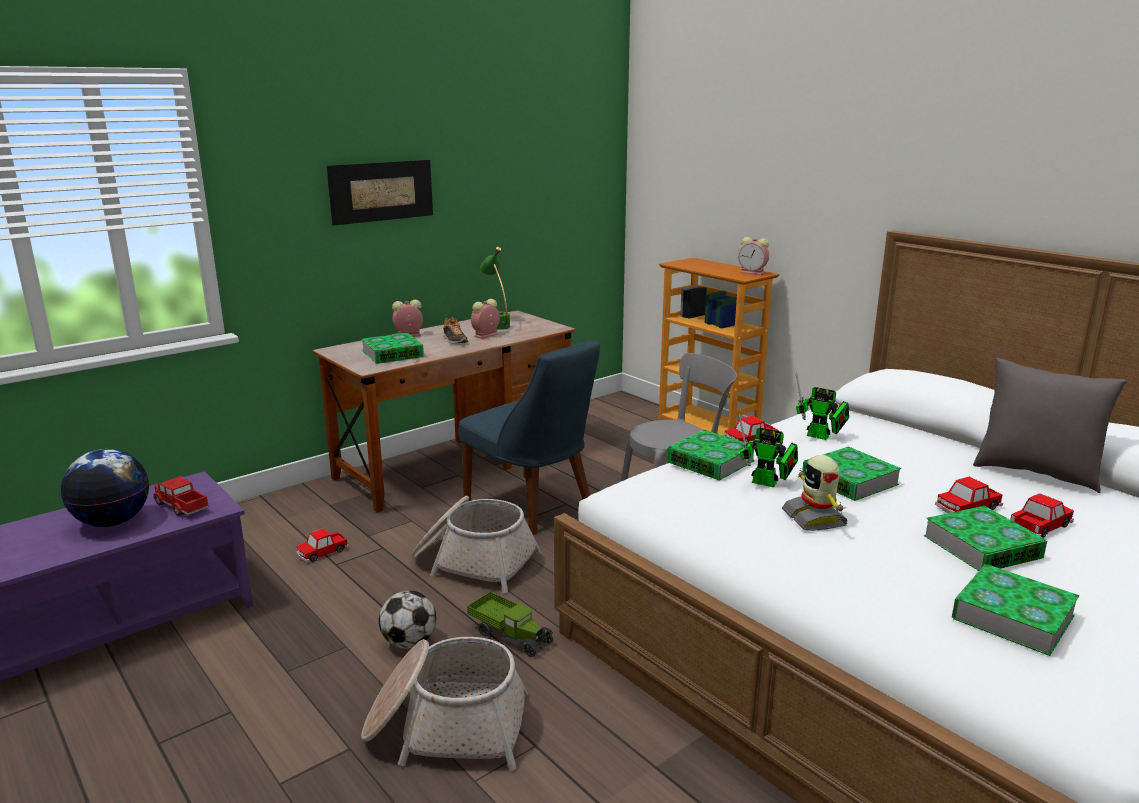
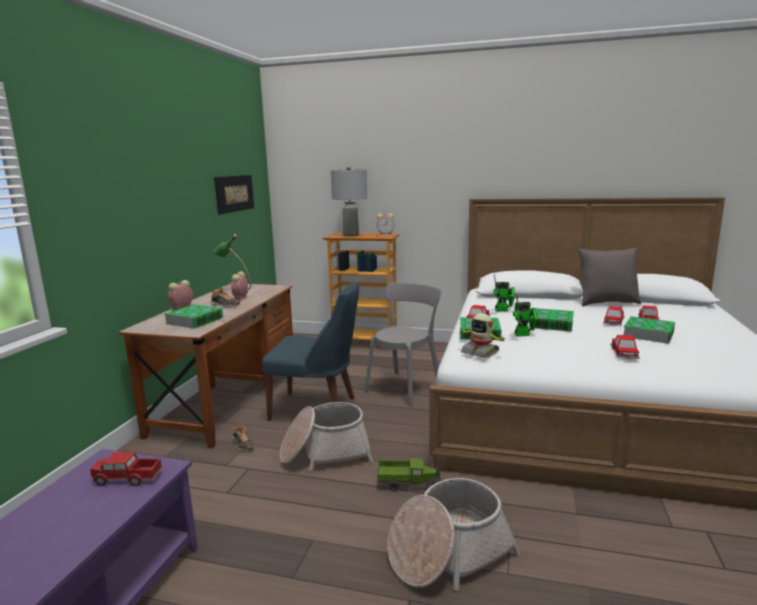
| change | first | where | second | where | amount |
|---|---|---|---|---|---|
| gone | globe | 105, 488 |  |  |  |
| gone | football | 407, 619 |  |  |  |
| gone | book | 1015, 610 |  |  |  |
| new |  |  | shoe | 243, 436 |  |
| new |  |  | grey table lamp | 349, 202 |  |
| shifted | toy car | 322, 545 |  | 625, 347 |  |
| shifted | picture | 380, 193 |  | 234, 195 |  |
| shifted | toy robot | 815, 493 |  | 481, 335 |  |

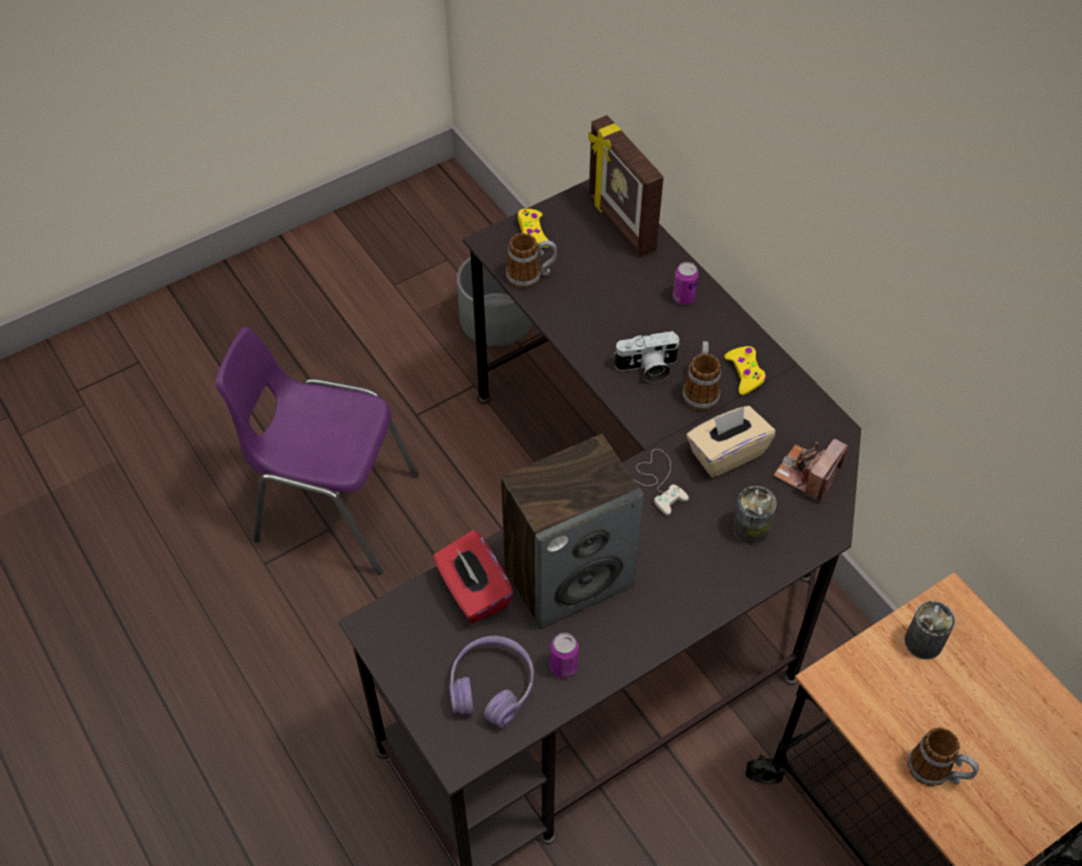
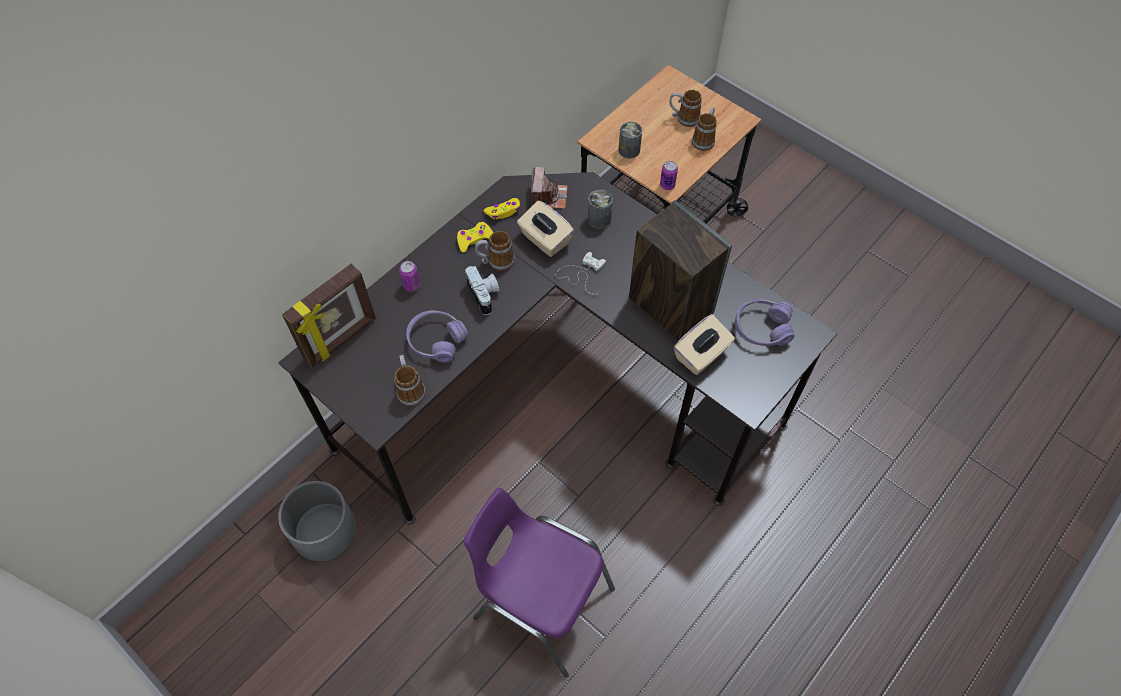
| change | first | where | second | where | amount |
|---|---|---|---|---|---|
| new |  |  | purple headphones | 437, 336 |  |
| new |  |  | mug | 685, 108 |  |
| shifted | yellow game controller | 533, 228 |  | 501, 209 |  |
| shifted | can | 564, 655 |  | 669, 175 |  |
| repainted | red tissue box | 473, 576 | beige tissue box | 704, 344 |  |
| rotated | purple chair | 317, 451 |  | 539, 583 | 120 degrees clockwise |
| rotated | photo camera | 810, 470 |  | 549, 188 | 105 degrees counterclockwise |

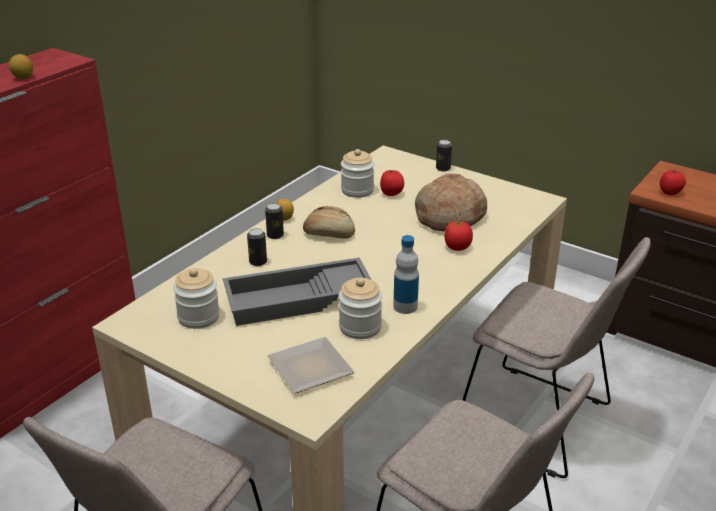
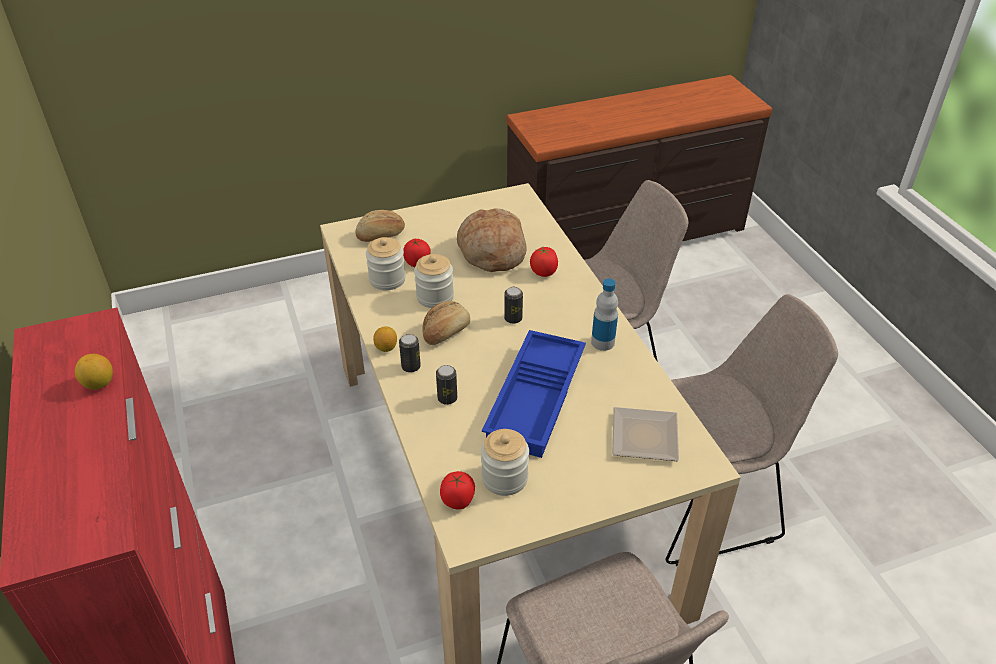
| change | first | where | second | where | amount |
|---|---|---|---|---|---|
| new |  |  | bread | 380, 226 |  |
| shifted | jar | 360, 308 |  | 434, 281 |  |
| shifted | can | 444, 156 |  | 513, 305 |  |
| shifted | tomato | 673, 182 |  | 457, 490 |  |
| repainted | grey tray | 297, 292 | blue tray | 534, 394 |  |

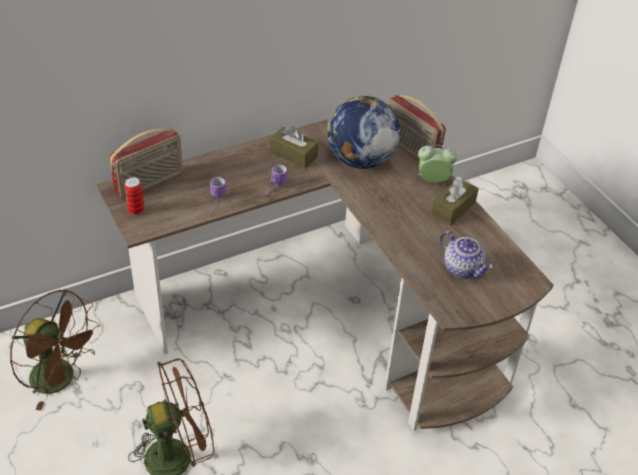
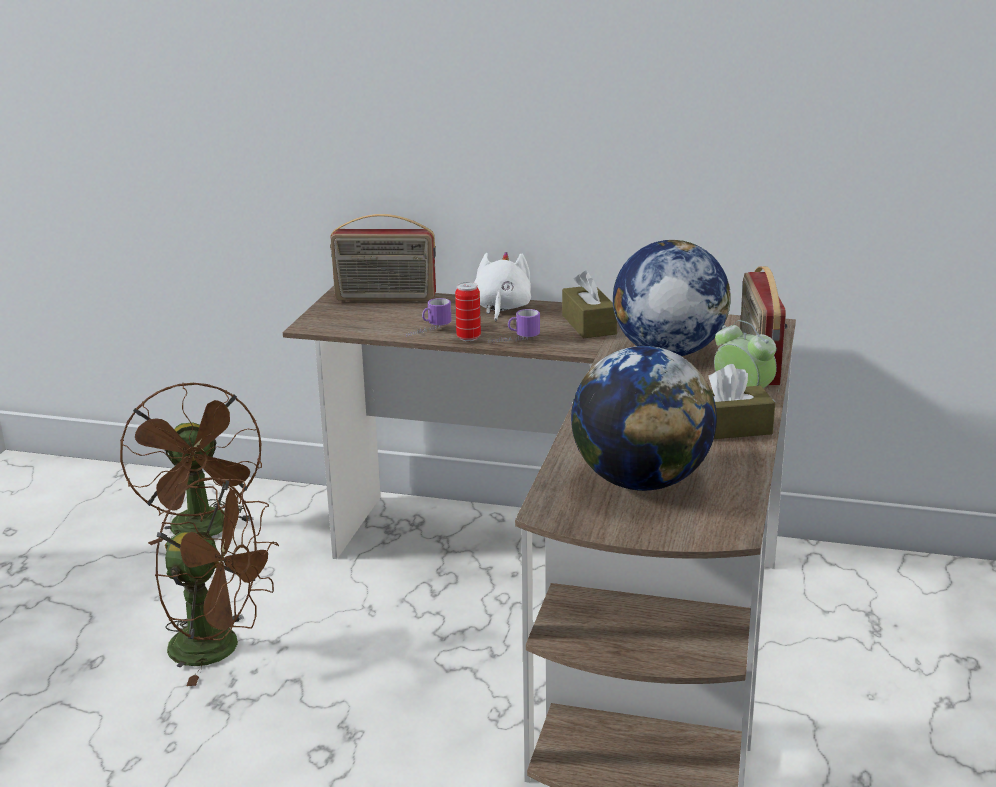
| change | first | where | second | where | amount |
|---|---|---|---|---|---|
| new |  |  | white plush toy | 502, 286 |  |
| shifted | can | 134, 196 |  | 468, 311 |  |
| swapped | teapot | 466, 254 | globe | 644, 418 |  |

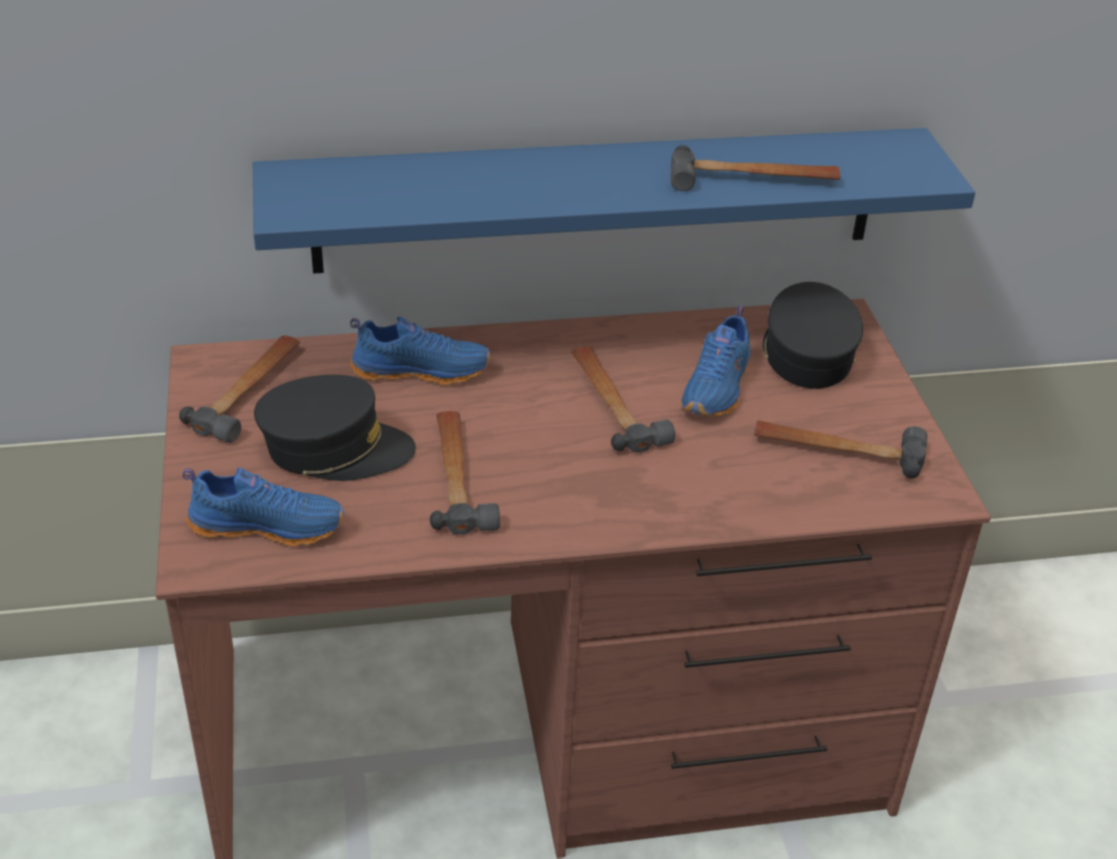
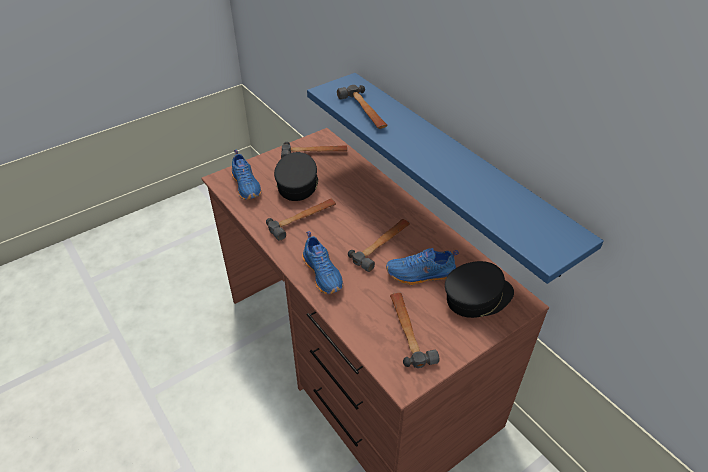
| change | first | where | second | where | amount |
|---|---|---|---|---|---|
| shifted | blue shoe | 420, 351 |  | 322, 262 |  |
| shifted | hammer | 755, 168 |  | 362, 107 |  |
| rotated | black cap | 335, 428 |  | 296, 176 | 150 degrees counterclockwise |

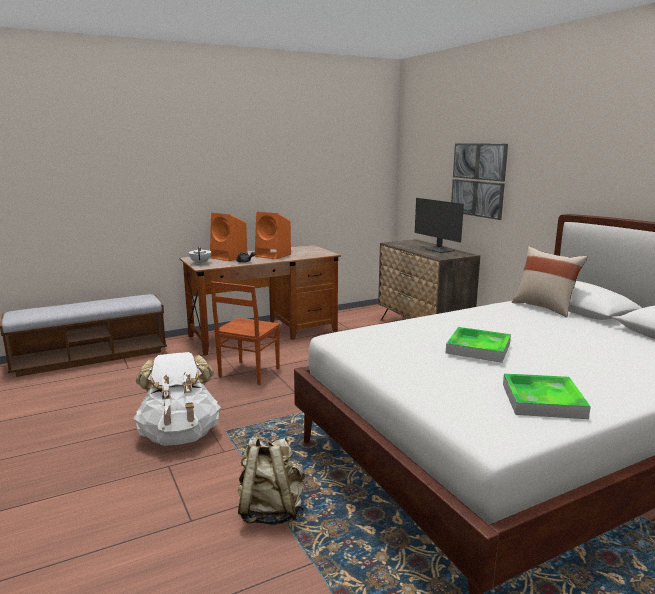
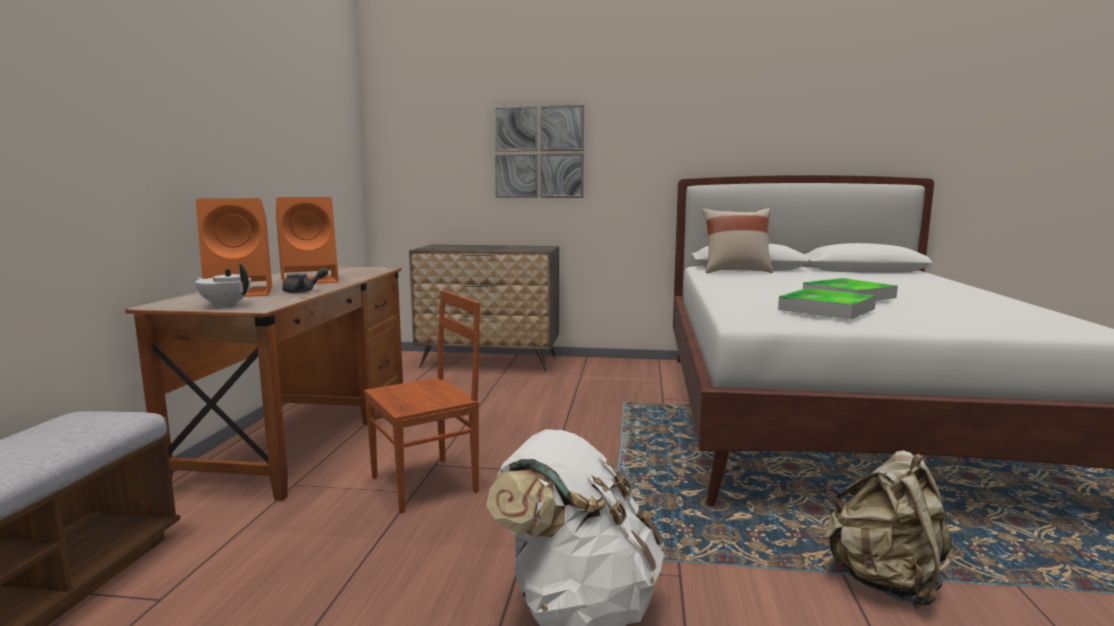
| change | first | where | second | where | amount |
|---|---|---|---|---|---|
| gone | monitor | 439, 225 |  |  |  |
| shifted | tray | 547, 396 |  | 827, 303 |  |
| rotated | brown chair | 245, 333 |  | 422, 402 | 90 degrees counterclockwise |

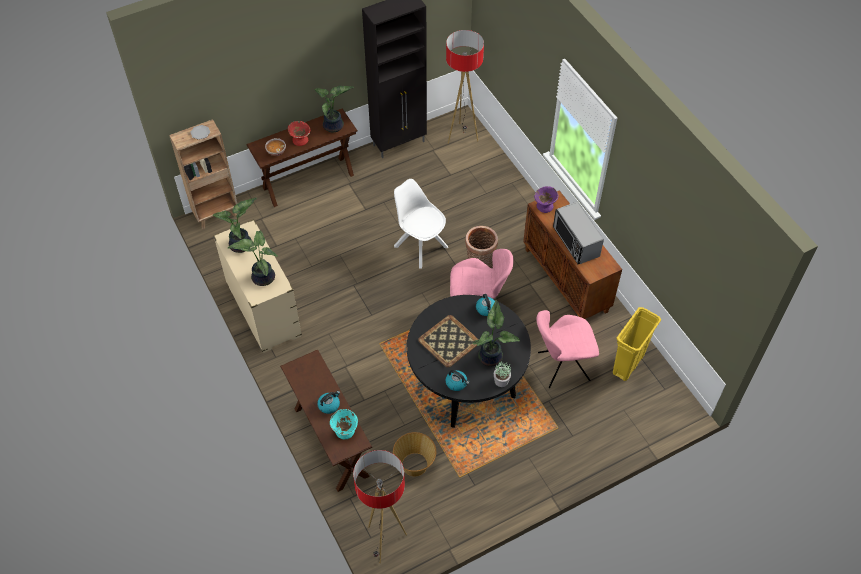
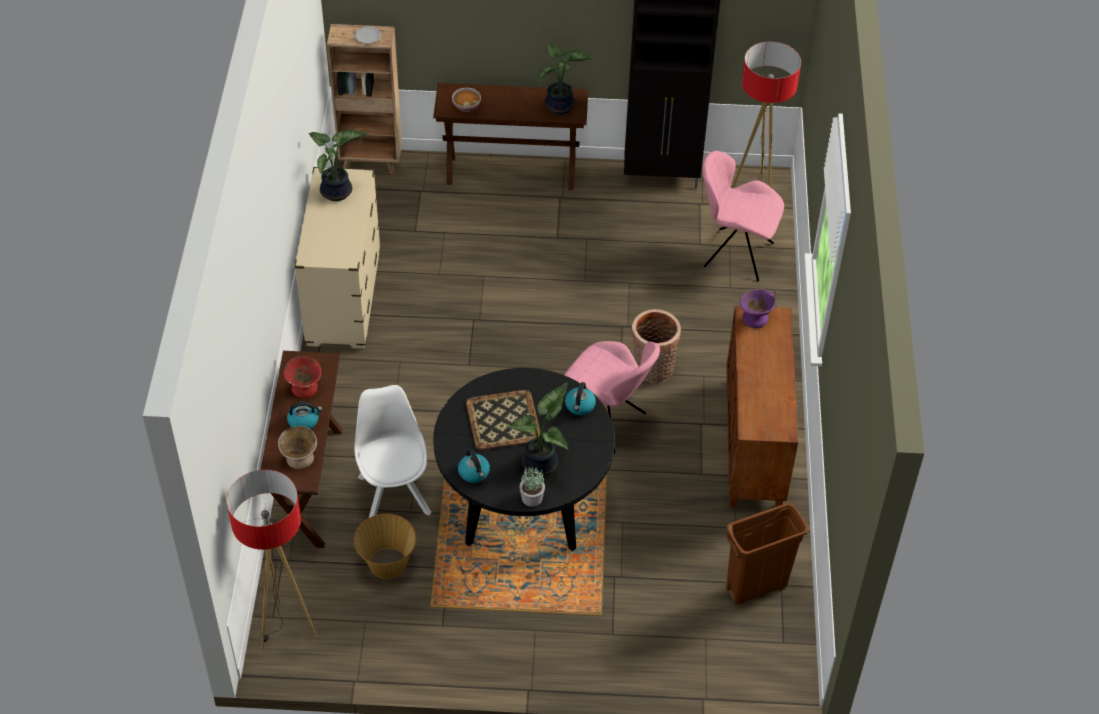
| change | first | where | second | where | amount |
|---|---|---|---|---|---|
| gone | potted plant | 253, 258 |  |  |  |
| gone | microwave | 578, 233 |  |  |  |
| shifted | red bowl | 299, 133 |  | 302, 377 |  |
| shifted | white chair | 421, 224 |  | 392, 451 |  |
| shifted | pink chair | 567, 349 |  | 743, 216 |  |
| repainted | turquoise bowl | 344, 424 | beige bowl | 297, 448 |  |
| repainted | yellow trash can | 637, 344 | brown trash can | 767, 553 |  |

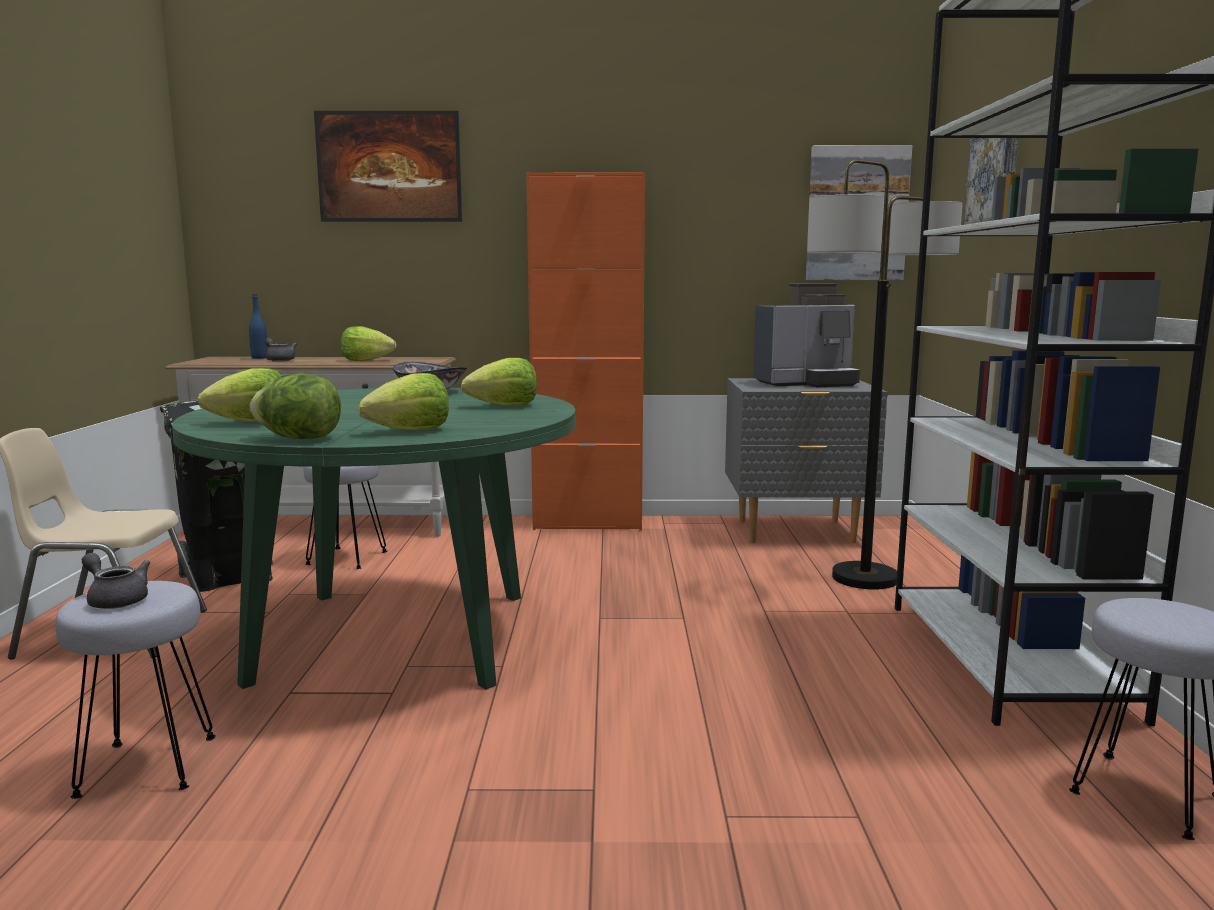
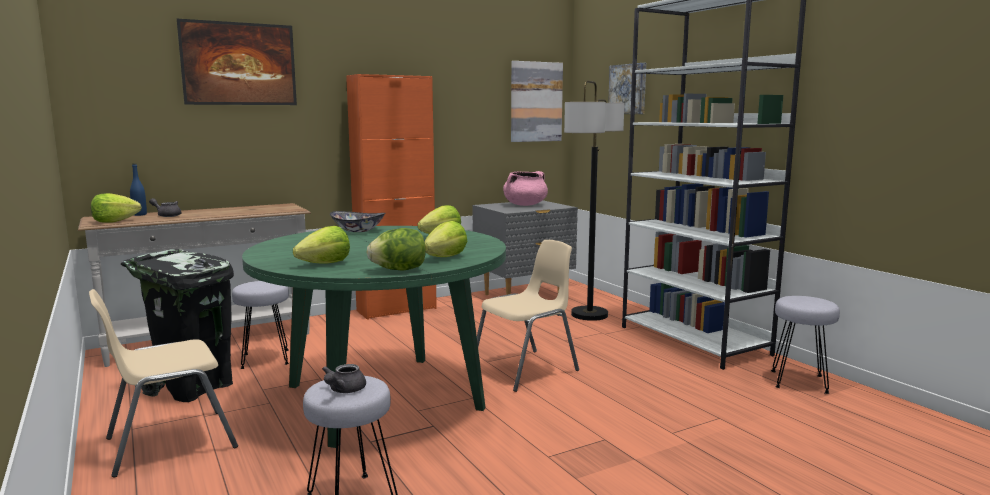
| change | first | where | second | where | amount |
|---|---|---|---|---|---|
| new |  |  | beige chair | 528, 316 |  |
| shifted | lettuce | 368, 343 |  | 116, 207 |  |
| swapped | coffee machine | 806, 335 | pink cooking pot | 525, 188 |  |
| rotated | grey teapot | 116, 581 |  | 344, 378 | 75 degrees counterclockwise |

